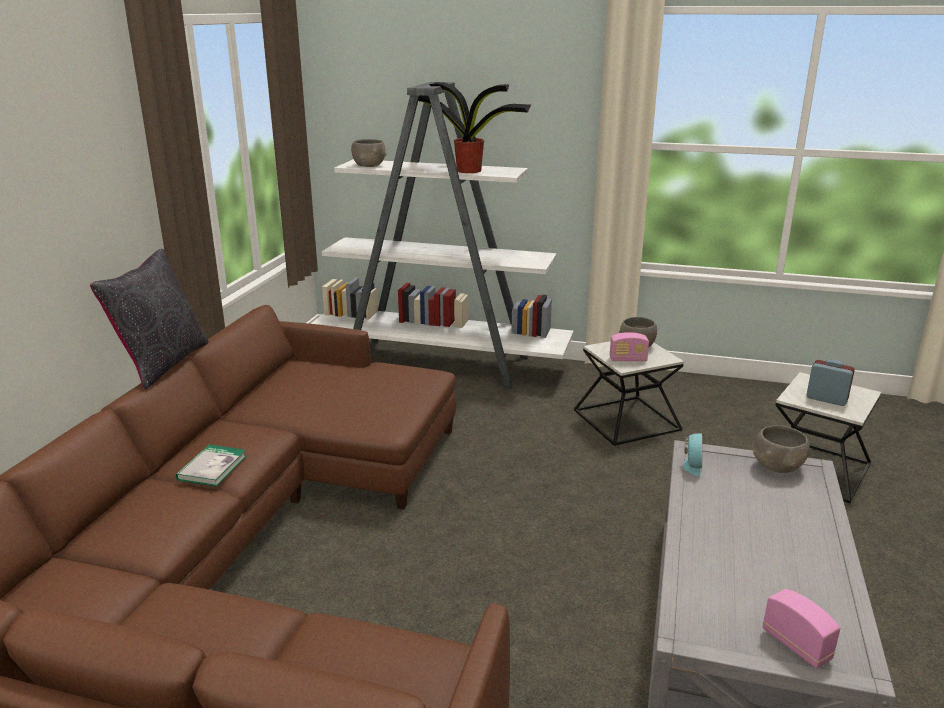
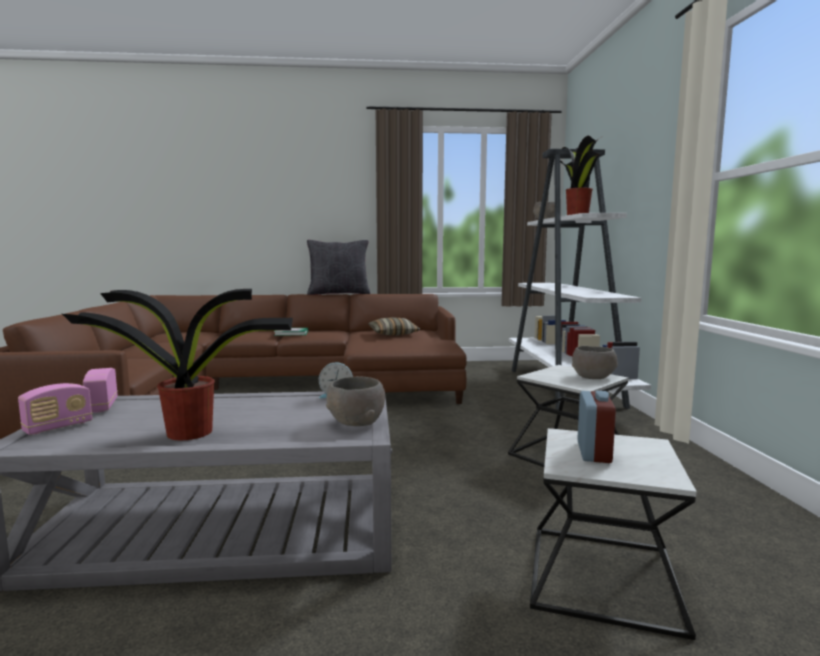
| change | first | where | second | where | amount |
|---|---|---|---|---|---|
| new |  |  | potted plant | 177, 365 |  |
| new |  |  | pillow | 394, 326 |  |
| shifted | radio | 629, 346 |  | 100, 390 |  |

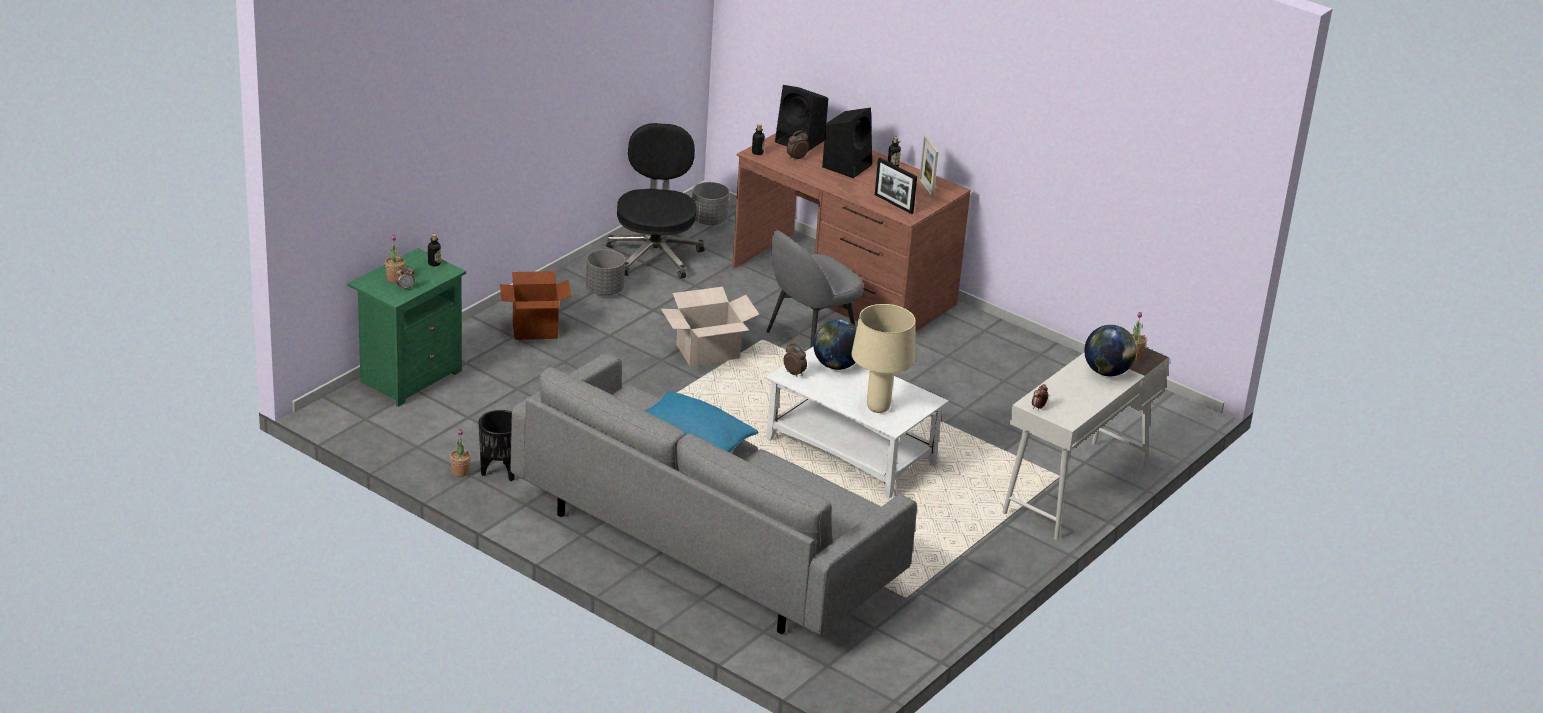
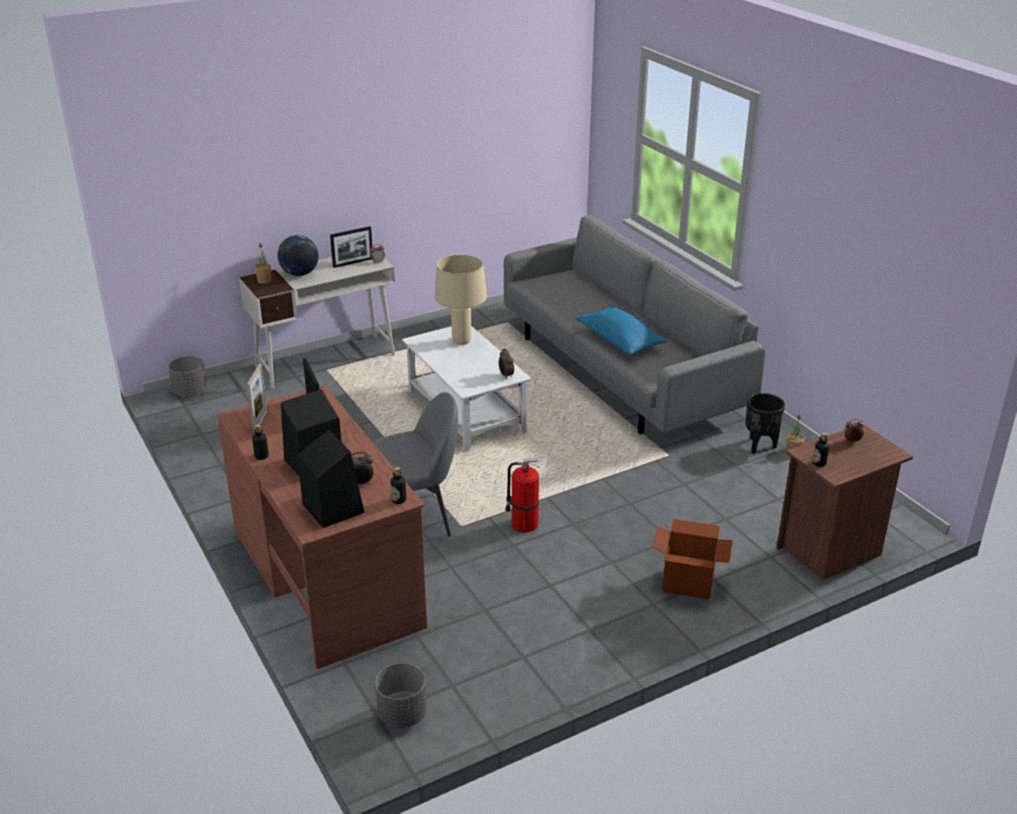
| change | first | where | second | where | amount |
|---|---|---|---|---|---|
| gone | potted plant | 395, 259 |  |  |  |
| gone | black office chair | 656, 201 |  |  |  |
| gone | globe | 835, 345 |  |  |  |
| new |  |  | picture frame | 351, 247 |  |
| shifted | grey planter | 605, 272 |  | 187, 376 |  |
| swapped | cardboard box | 710, 327 | fire extinguisher | 523, 495 |  |
| repainted | green nightstand | 406, 327 | brown nightstand | 845, 502 |  |

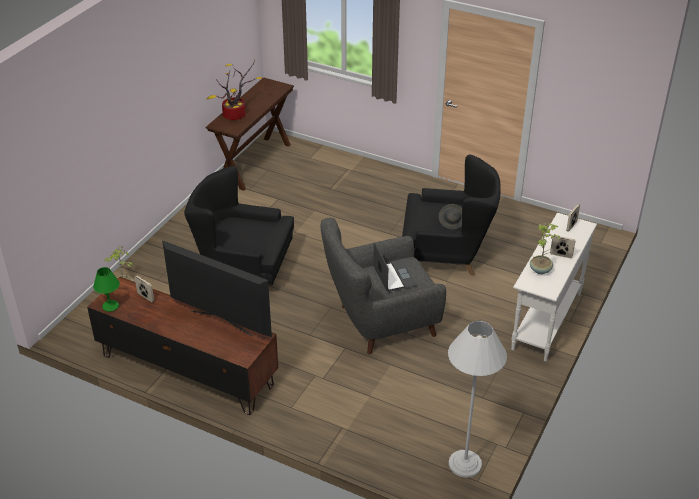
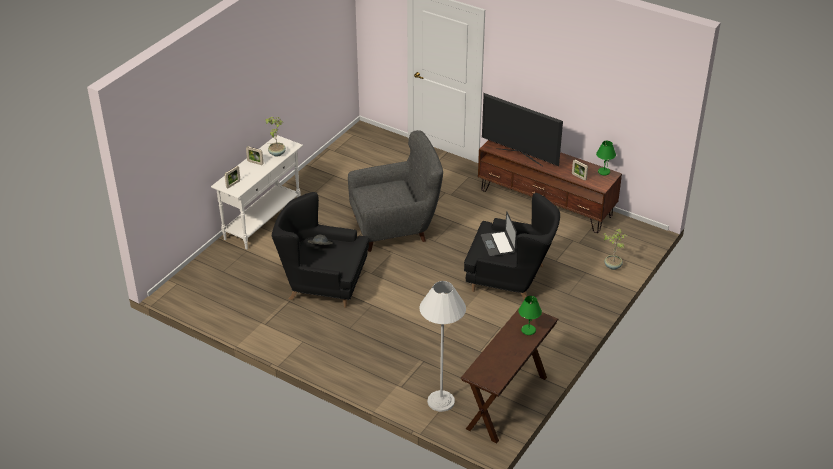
| change | first | where | second | where | amount |
|---|---|---|---|---|---|
| shifted | laptop | 395, 267 |  | 499, 233 |  |
| shifted | white floor lamp | 477, 399 |  | 443, 346 |  |
| swapped | potted plant | 234, 90 | green table lamp | 530, 315 |  |

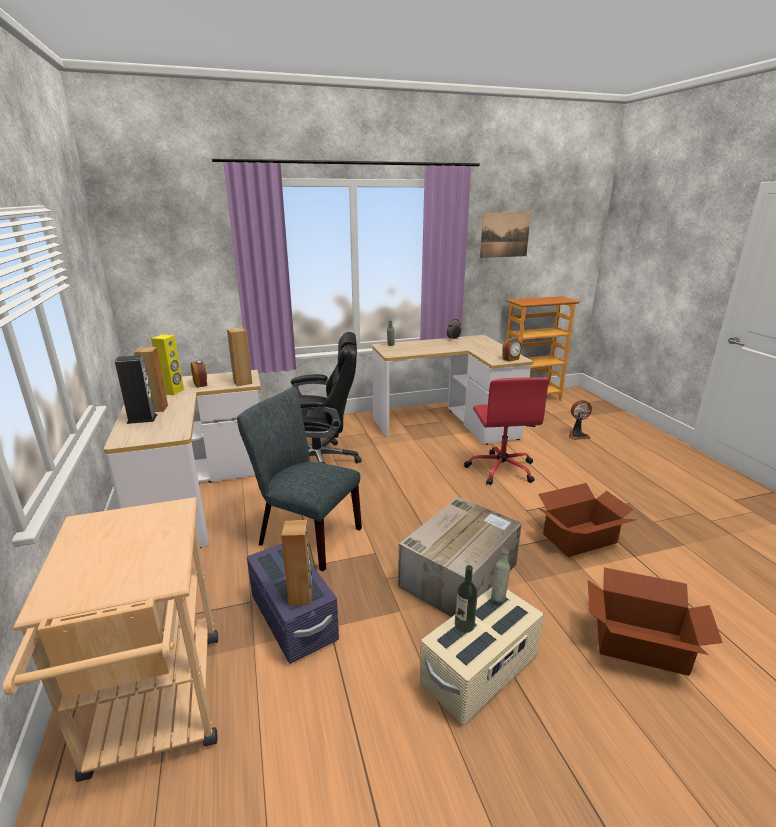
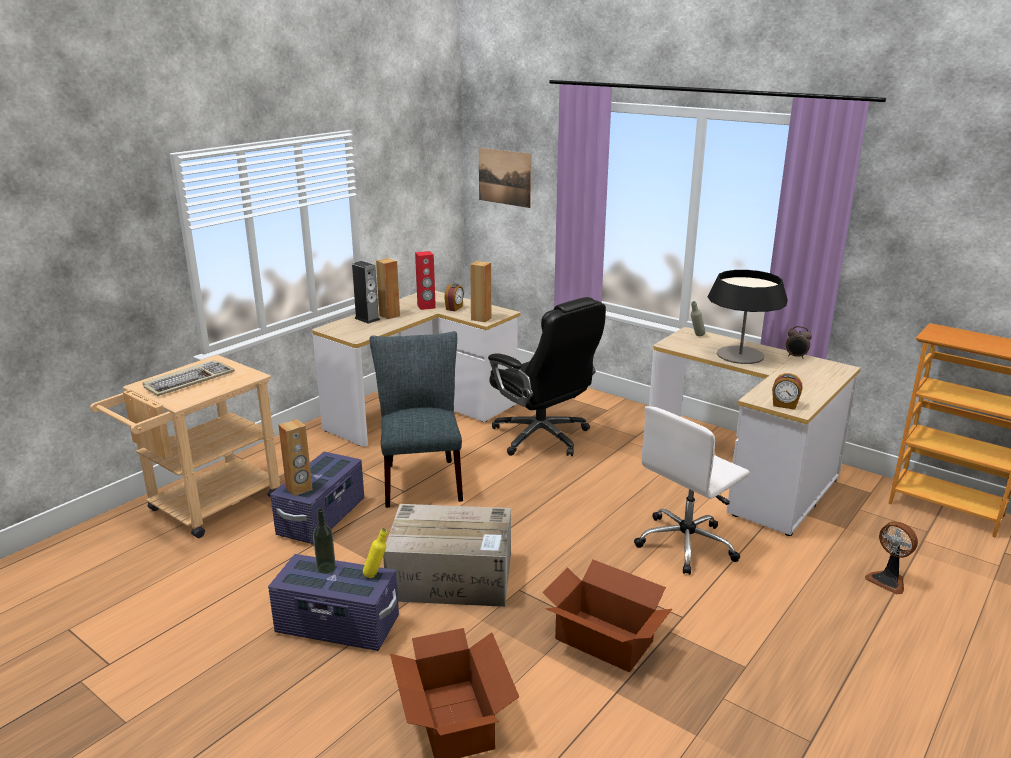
| change | first | where | second | where | amount |
|---|---|---|---|---|---|
| new |  |  | keyboard | 189, 378 |  |
| new |  |  | table lamp | 748, 317 |  |
| shifted | picture | 505, 235 |  | 505, 178 |  |
| repainted | yellow speaker | 167, 364 | red speaker | 425, 280 |  |
| repainted | beige storage box | 482, 656 | purple storage box | 333, 602 |  |
| repainted | red office chair | 506, 431 | white office chair | 692, 490 |  |
| repainted | grey bottle | 500, 575 | yellow bottle | 375, 553 |  |

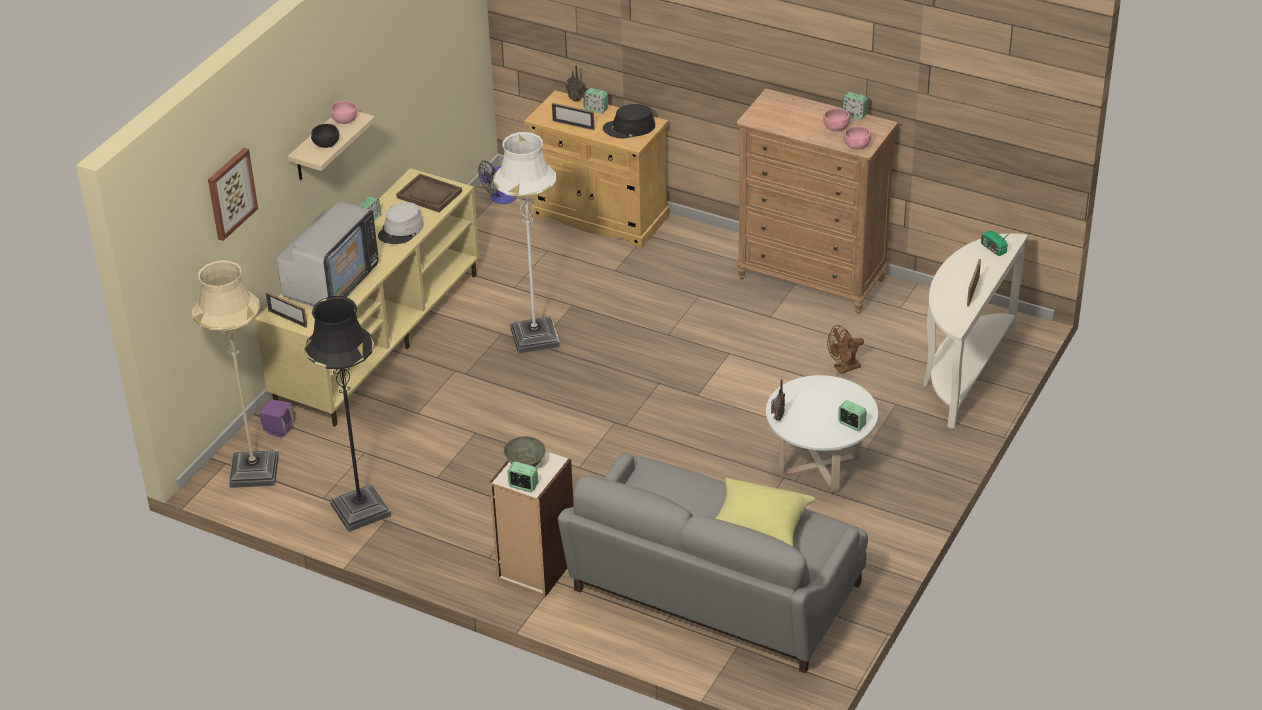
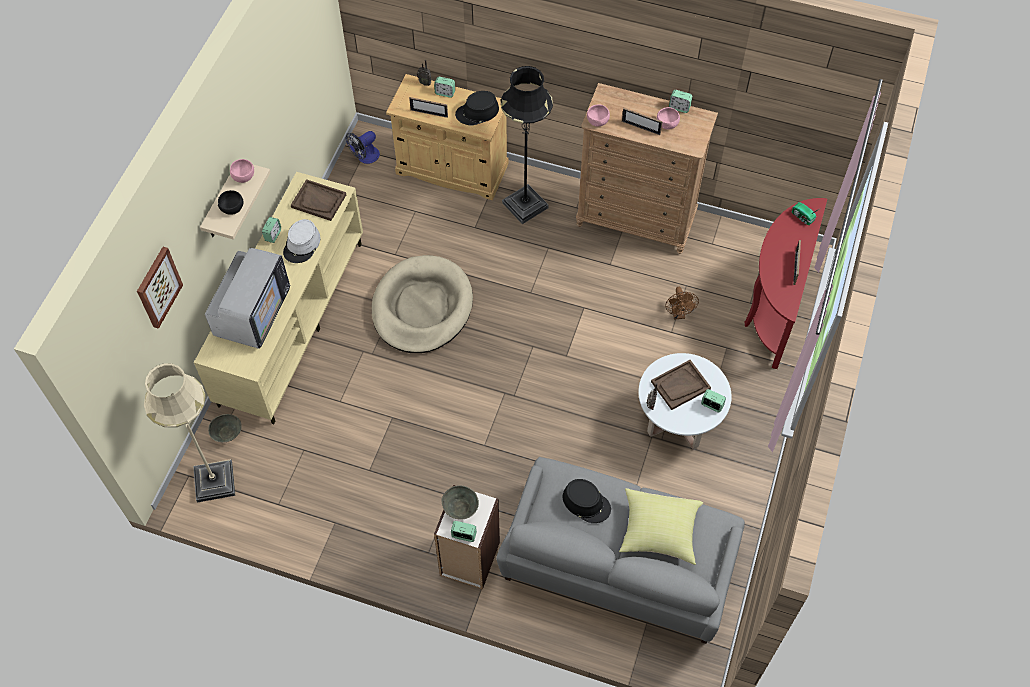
| change | first | where | second | where | amount |
|---|---|---|---|---|---|
| new |  |  | black hat | 587, 501 |  |
| new |  |  | brown tray | 681, 385 |  |
| shifted | picture frame | 286, 310 |  | 642, 121 |  |
| shifted | black floor lamp | 347, 414 |  | 527, 145 |  |
| shifted | pink bowl | 857, 137 |  | 598, 115 |  |
| swapped | purple speaker | 277, 418 | grey bowl | 225, 428 |  |
| swapped | white floor lamp | 527, 243 | beige dog bed | 422, 304 |  |
| repainted | white console table | 975, 331 | red console table | 786, 283 |  |
| rotated | brown fan | 845, 349 |  | 682, 303 | 60 degrees counterclockwise |

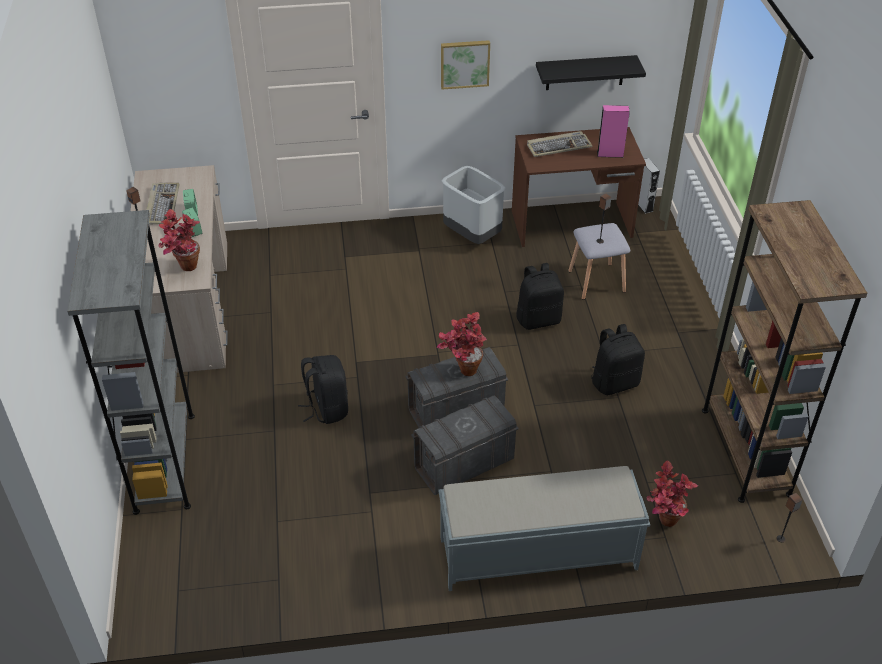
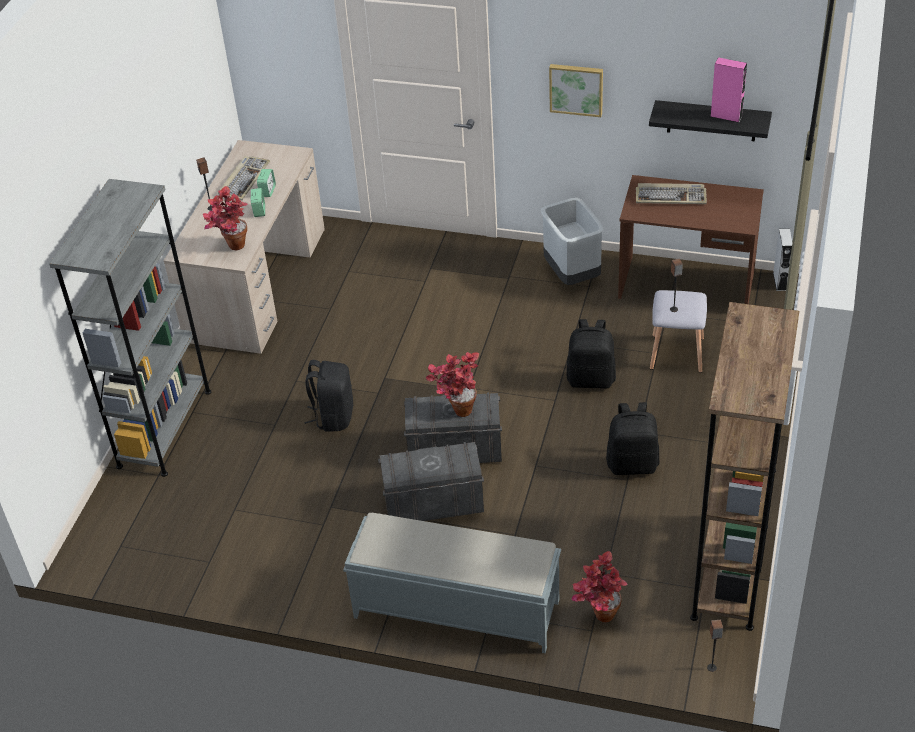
| change | first | where | second | where | amount |
|---|---|---|---|---|---|
| shifted | pink speaker | 613, 131 |  | 728, 90 |  |

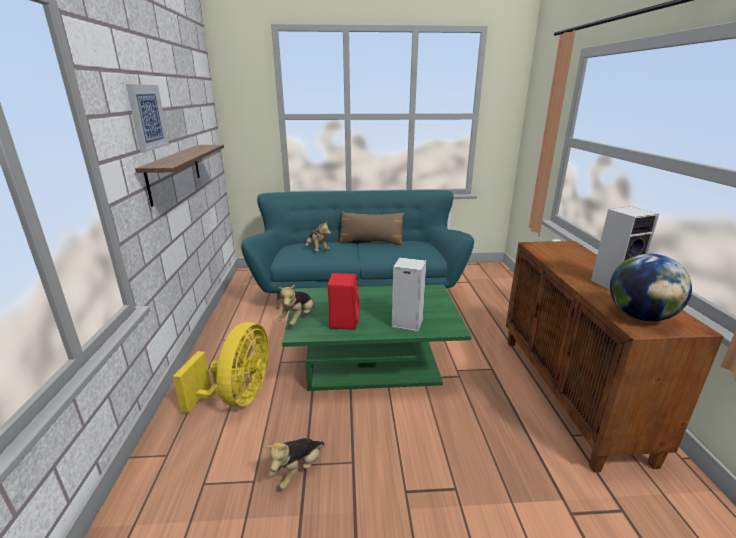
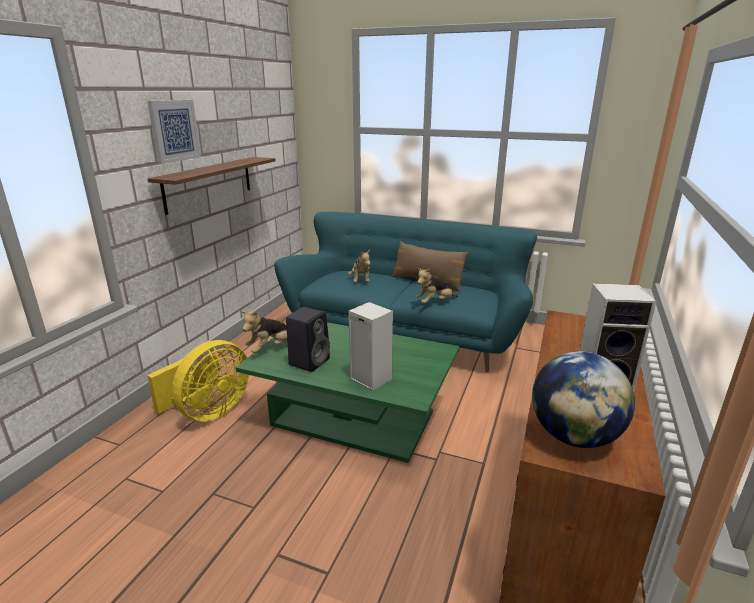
| change | first | where | second | where | amount |
|---|---|---|---|---|---|
| shifted | plush toy | 295, 463 |  | 436, 286 |  |
| repainted | red speaker | 343, 301 | black speaker | 308, 339 |  |

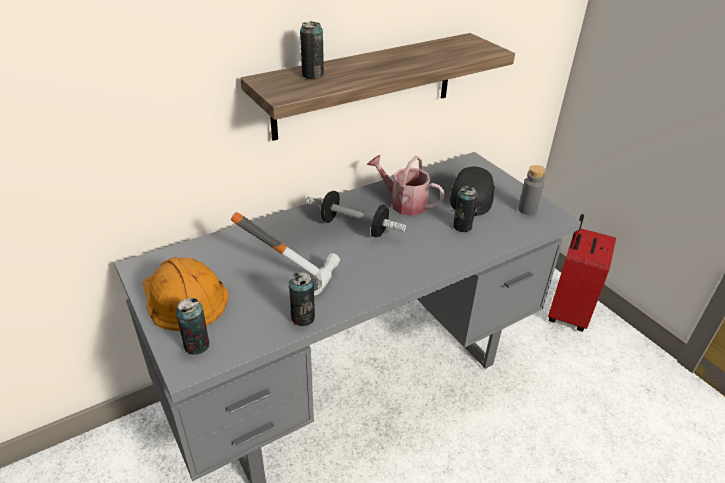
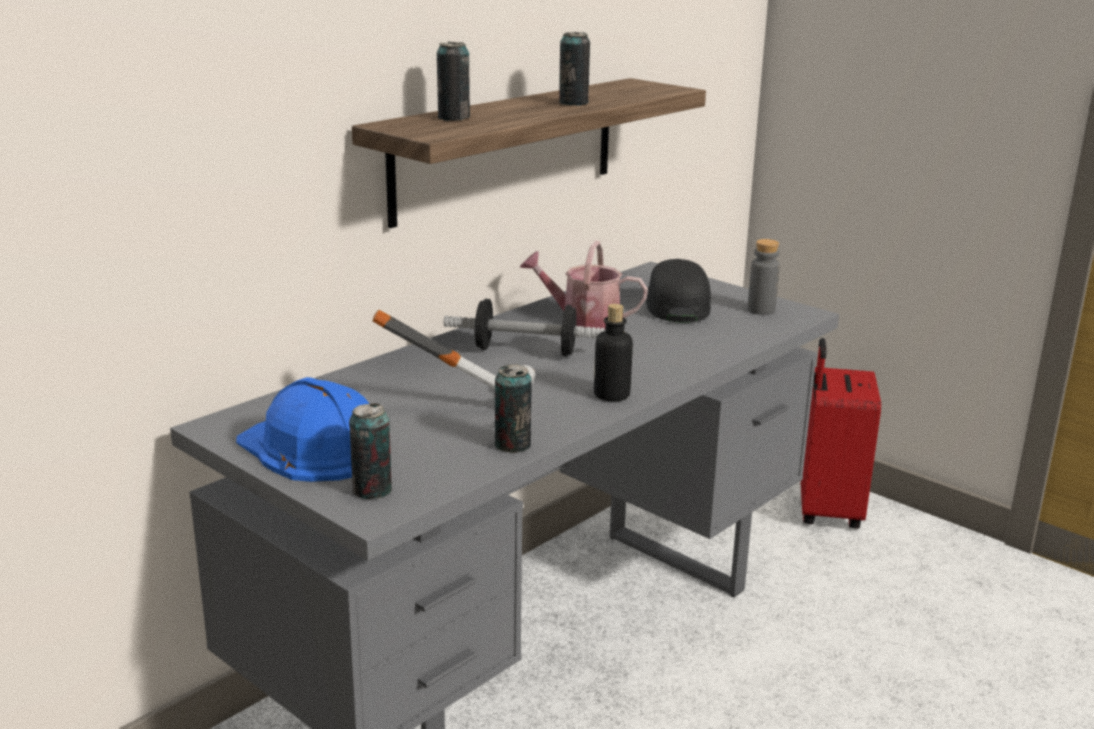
| change | first | where | second | where | amount |
|---|---|---|---|---|---|
| new |  |  | bottle | 613, 353 |  |
| shifted | can | 465, 209 |  | 574, 69 |  |
| repainted | orange hard hat | 186, 294 | blue hard hat | 303, 429 |  |

